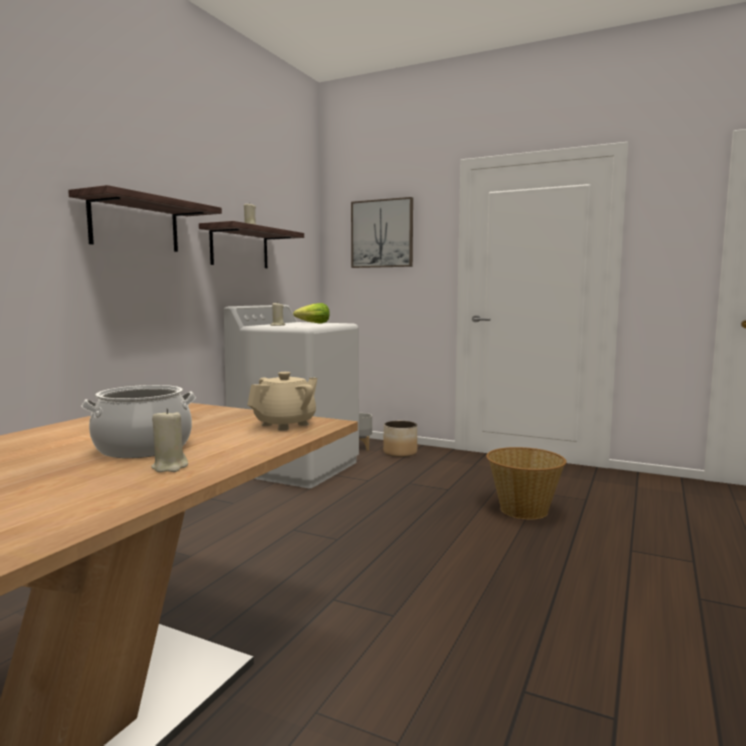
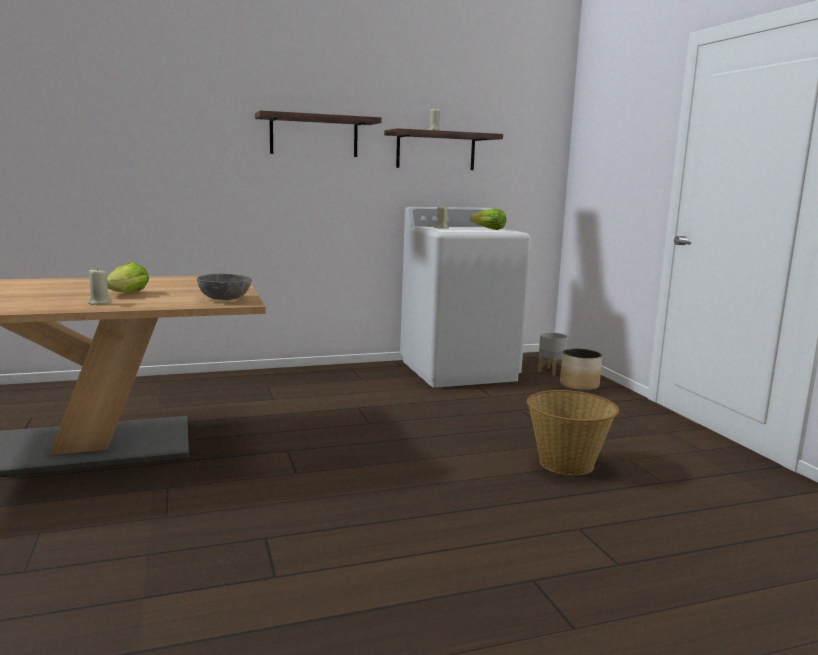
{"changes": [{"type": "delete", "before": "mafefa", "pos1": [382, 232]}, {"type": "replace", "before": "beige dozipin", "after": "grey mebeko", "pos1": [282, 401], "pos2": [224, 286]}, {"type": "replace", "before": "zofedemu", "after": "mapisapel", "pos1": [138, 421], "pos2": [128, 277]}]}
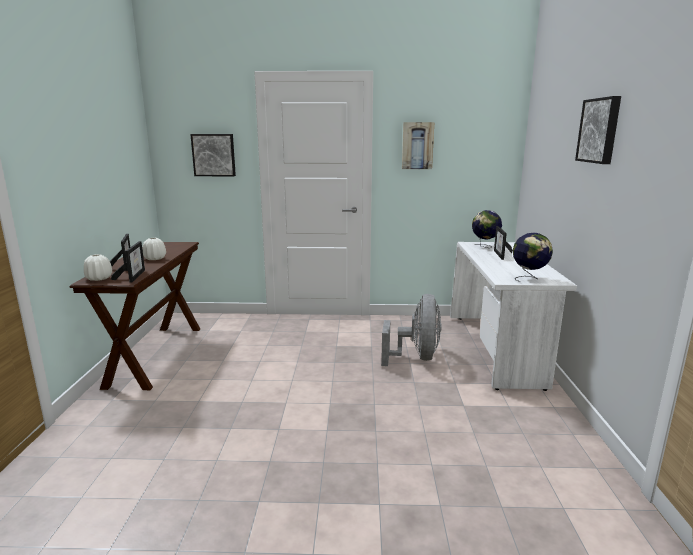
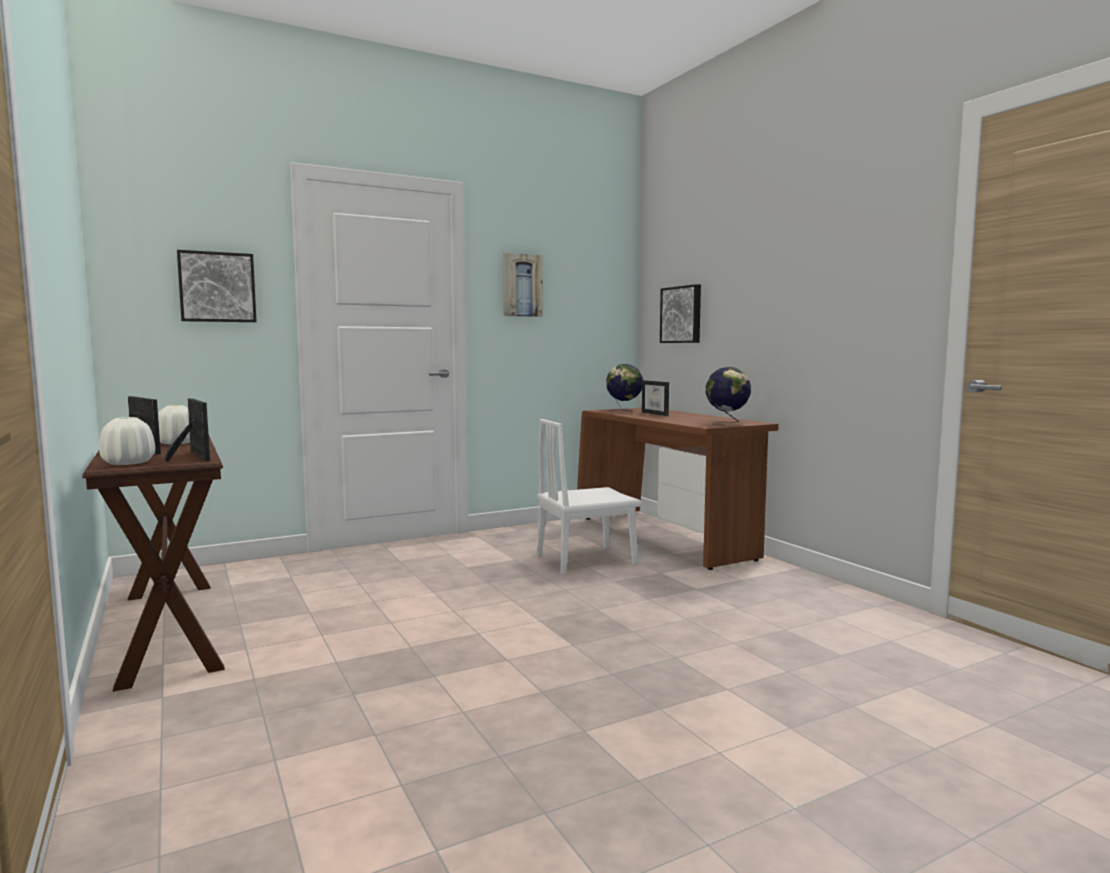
{"changes": [{"type": "move", "before": "mafefa", "pos1": [598, 130], "pos2": [680, 313]}, {"type": "recolor", "before": "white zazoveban", "after": "brown zazoveban", "pos1": [513, 316], "pos2": [678, 489]}, {"type": "replace", "before": "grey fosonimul", "after": "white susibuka", "pos1": [411, 330], "pos2": [589, 496]}]}
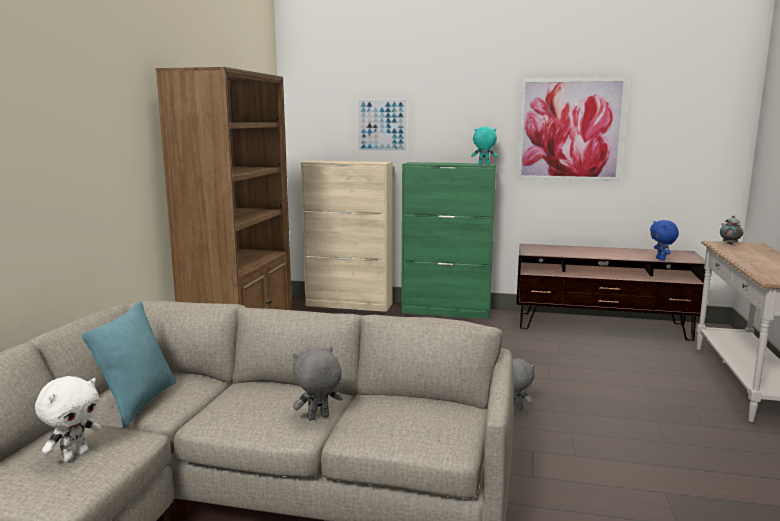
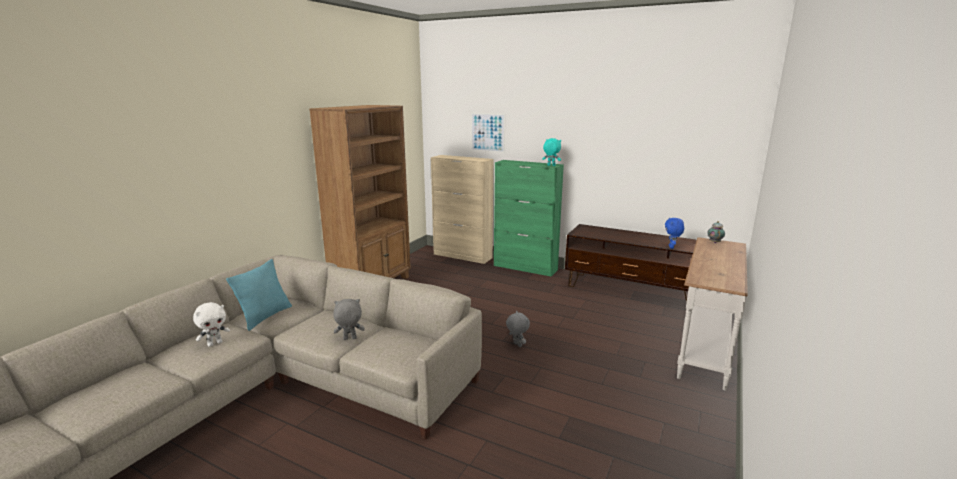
{"changes": [{"type": "delete", "before": "mafefa", "pos1": [572, 129]}]}
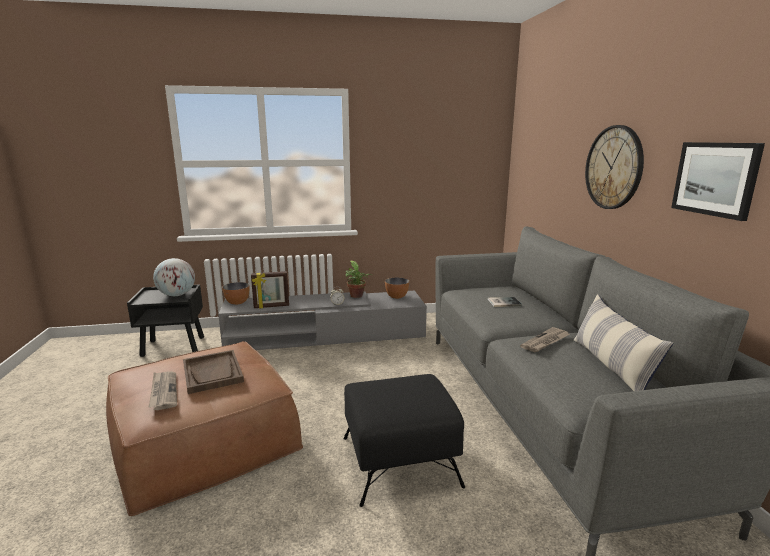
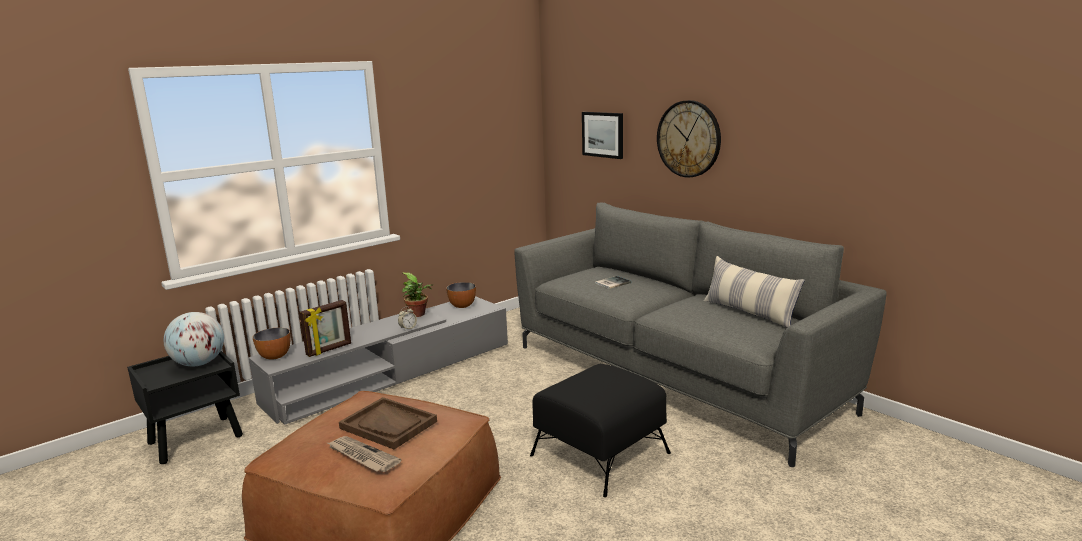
{"changes": [{"type": "move", "before": "mafefa", "pos1": [718, 181], "pos2": [602, 135]}, {"type": "delete", "before": "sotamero", "pos1": [545, 339]}]}
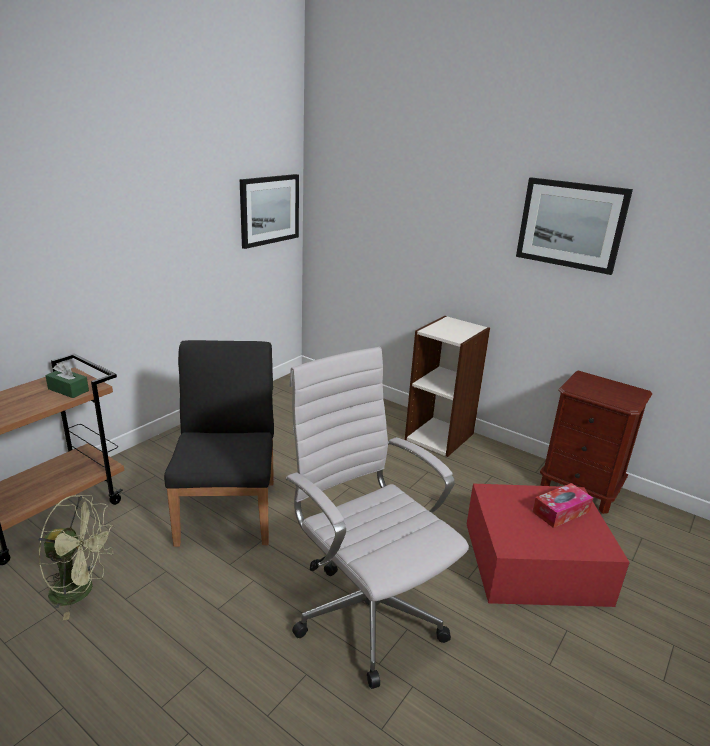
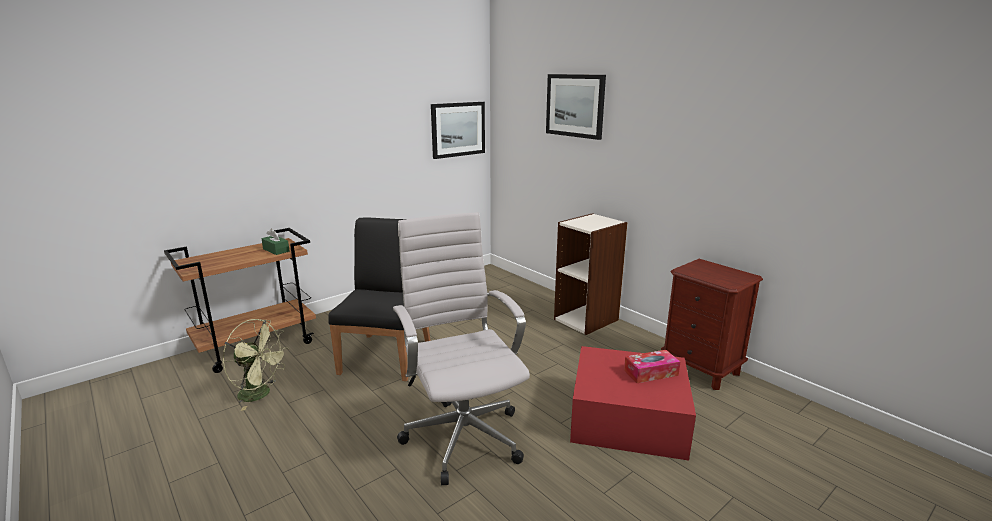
{"changes": [{"type": "move", "before": "mafefa", "pos1": [574, 226], "pos2": [576, 107]}]}
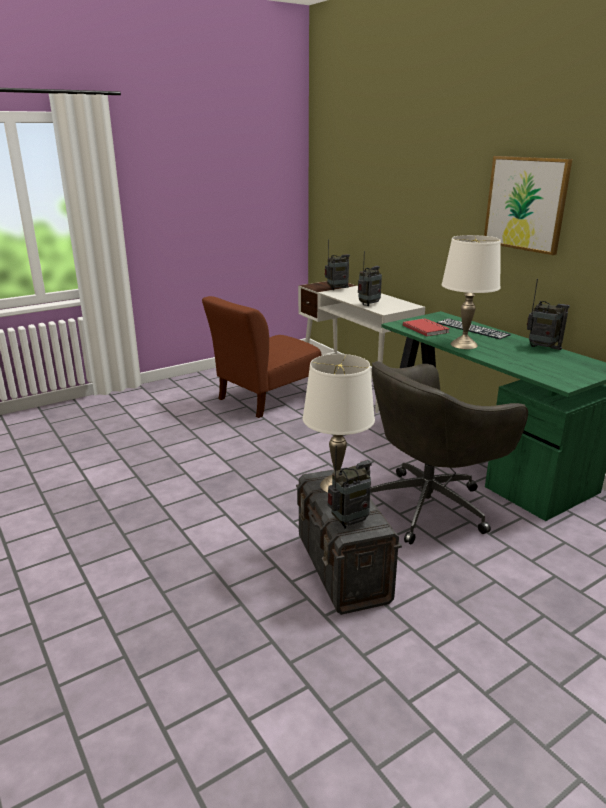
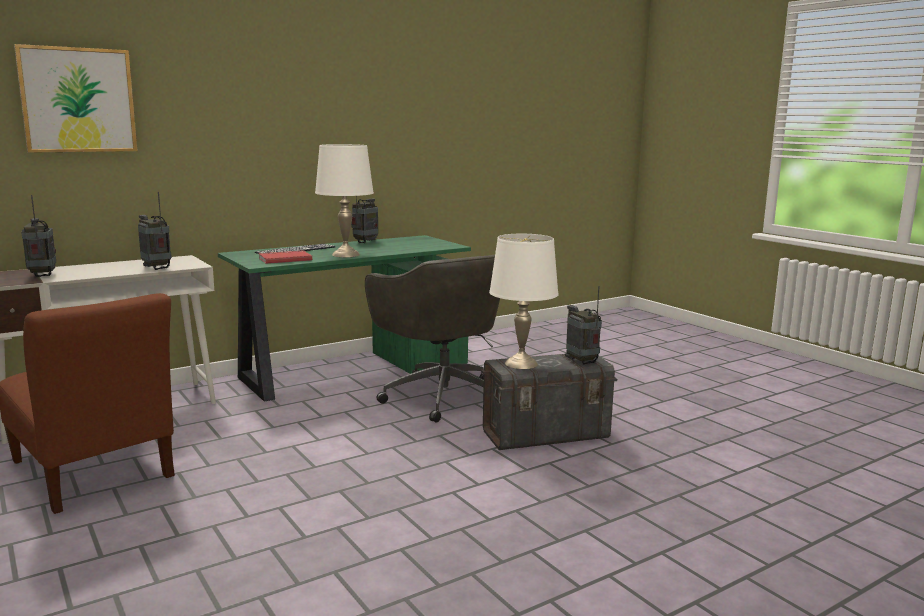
{"changes": [{"type": "move", "before": "mafefa", "pos1": [528, 205], "pos2": [76, 98]}]}
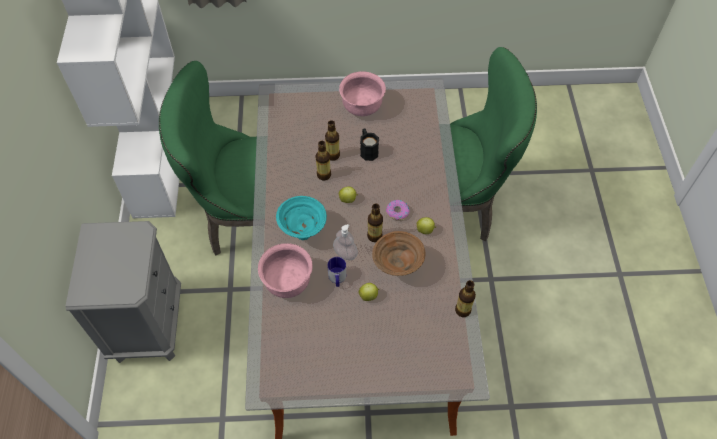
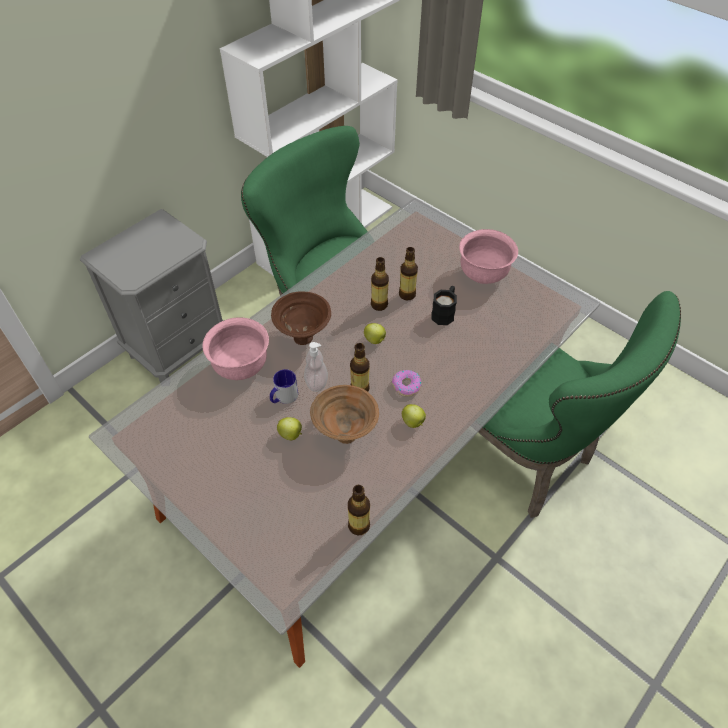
{"changes": [{"type": "recolor", "before": "turquoise mebeko", "after": "brown mebeko", "pos1": [301, 218], "pos2": [301, 318]}]}
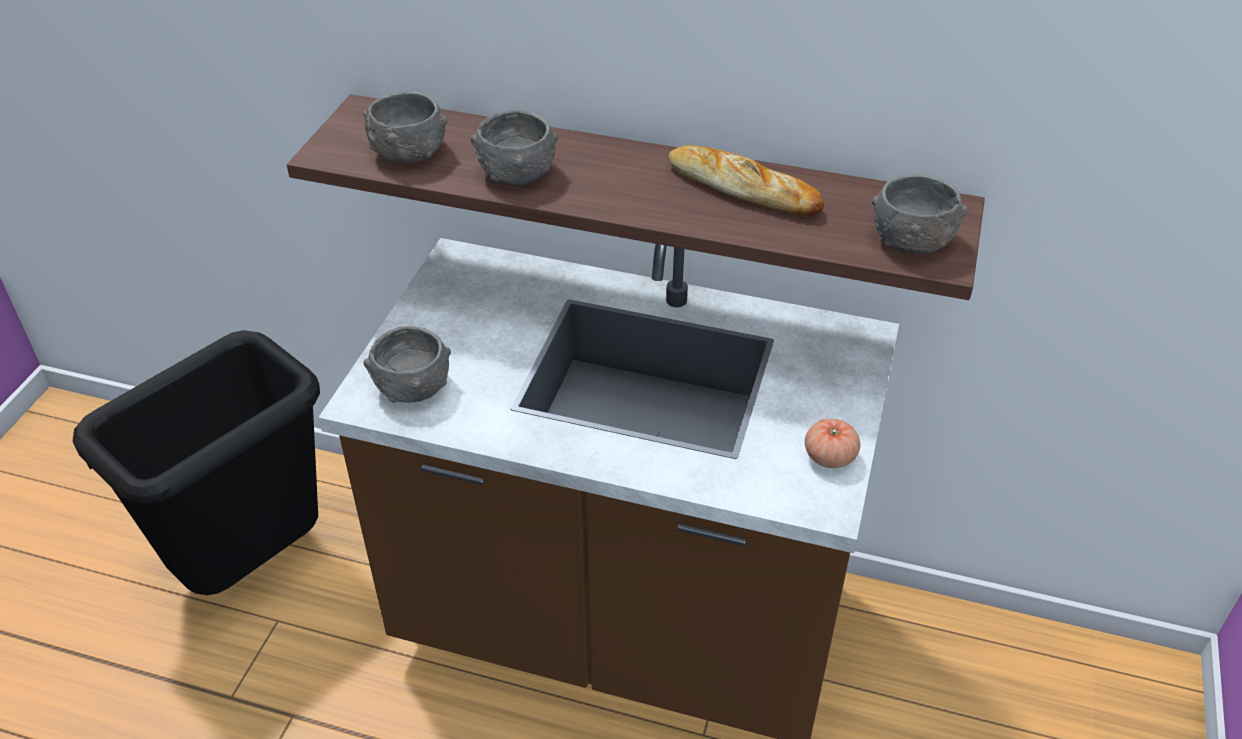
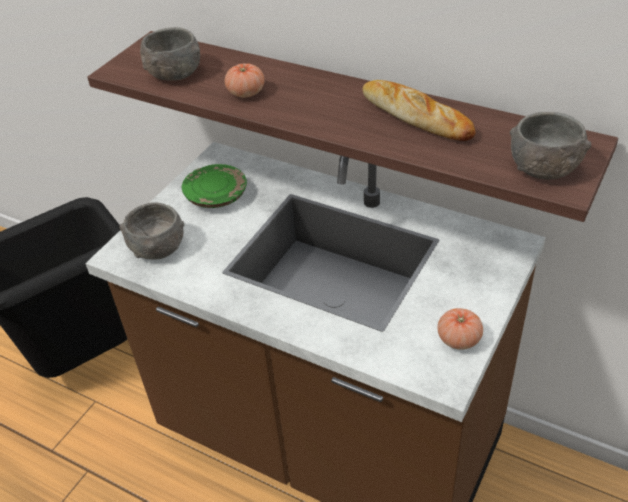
{"changes": [{"type": "replace", "before": "grey mebeko", "after": "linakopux", "pos1": [514, 147], "pos2": [244, 80]}, {"type": "insert", "after": "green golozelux", "pos2": [214, 186]}]}
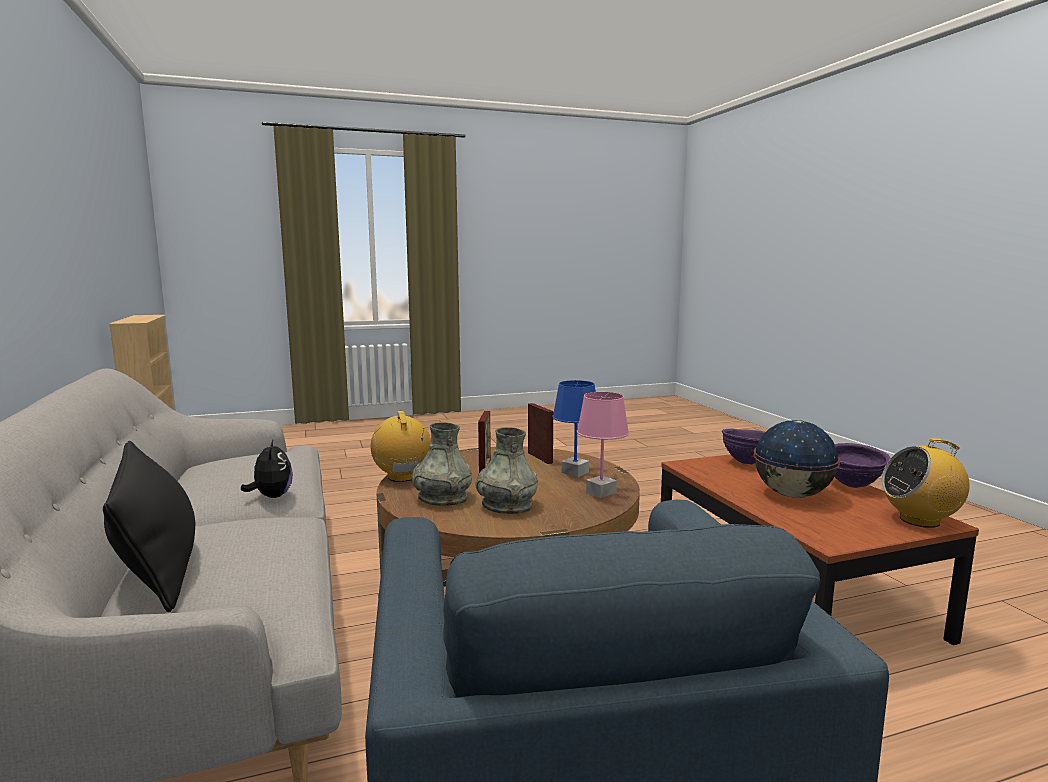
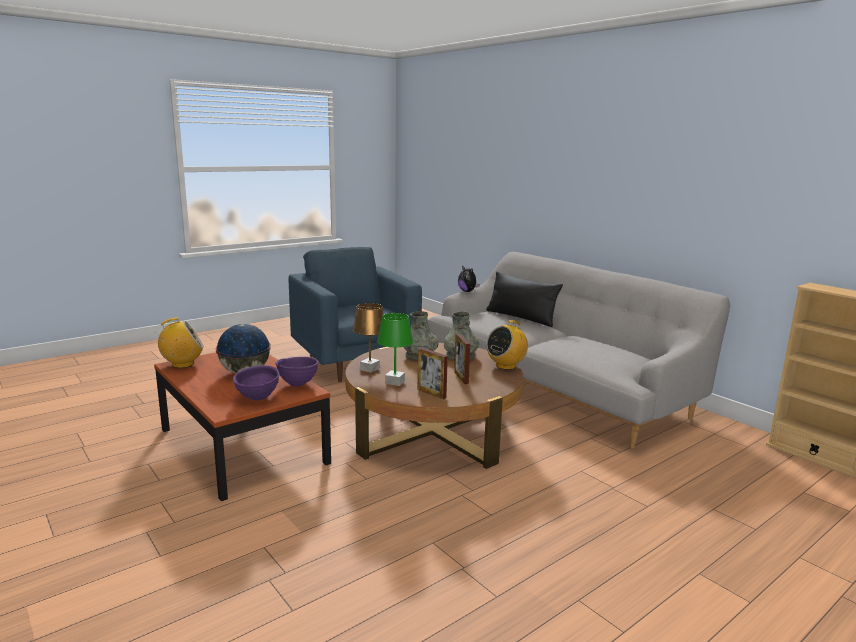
{"changes": [{"type": "recolor", "before": "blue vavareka", "after": "green vavareka", "pos1": [574, 428], "pos2": [395, 349]}, {"type": "recolor", "before": "pink vavareka", "after": "brown vavareka", "pos1": [603, 445], "pos2": [368, 338]}, {"type": "rotate", "before": "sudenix", "pos1": [401, 446], "pos2": [507, 345], "turn": 90}, {"type": "move", "before": "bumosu", "pos1": [267, 469], "pos2": [469, 278]}, {"type": "move", "before": "purple mebeko", "pos1": [862, 465], "pos2": [297, 371]}]}
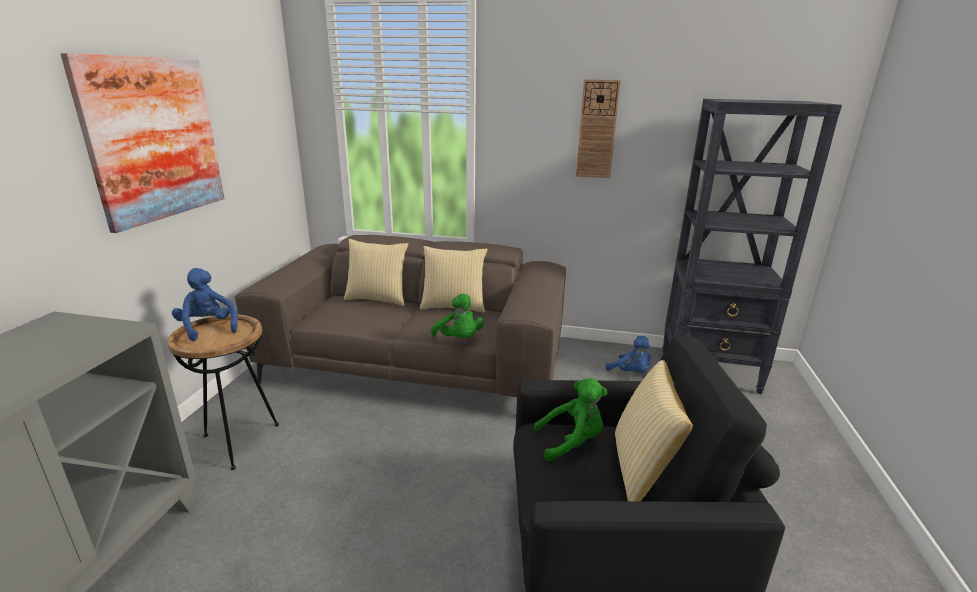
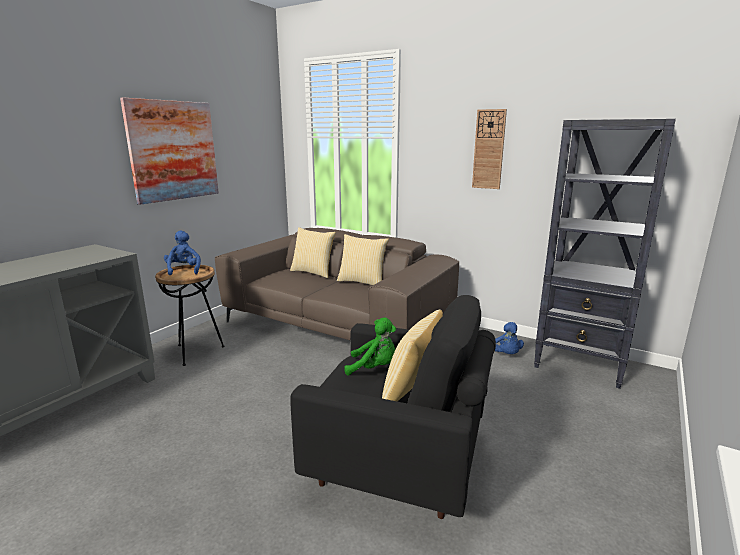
{"changes": [{"type": "delete", "before": "green bumosu", "pos1": [457, 316]}]}
